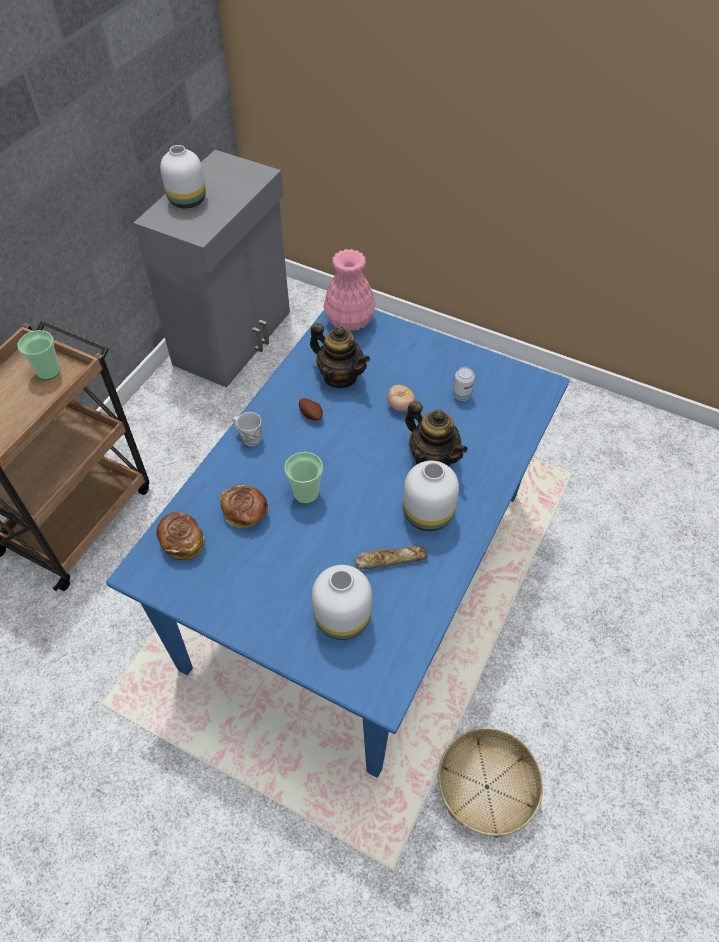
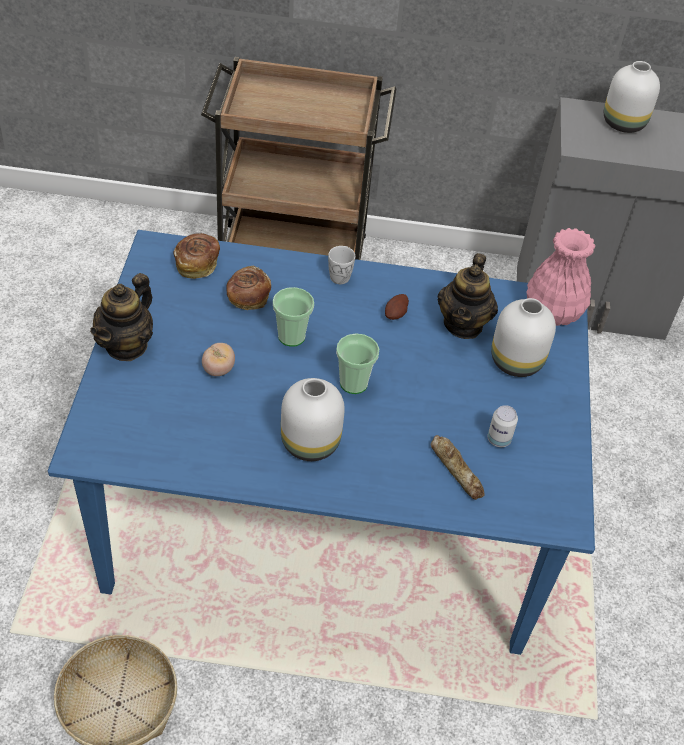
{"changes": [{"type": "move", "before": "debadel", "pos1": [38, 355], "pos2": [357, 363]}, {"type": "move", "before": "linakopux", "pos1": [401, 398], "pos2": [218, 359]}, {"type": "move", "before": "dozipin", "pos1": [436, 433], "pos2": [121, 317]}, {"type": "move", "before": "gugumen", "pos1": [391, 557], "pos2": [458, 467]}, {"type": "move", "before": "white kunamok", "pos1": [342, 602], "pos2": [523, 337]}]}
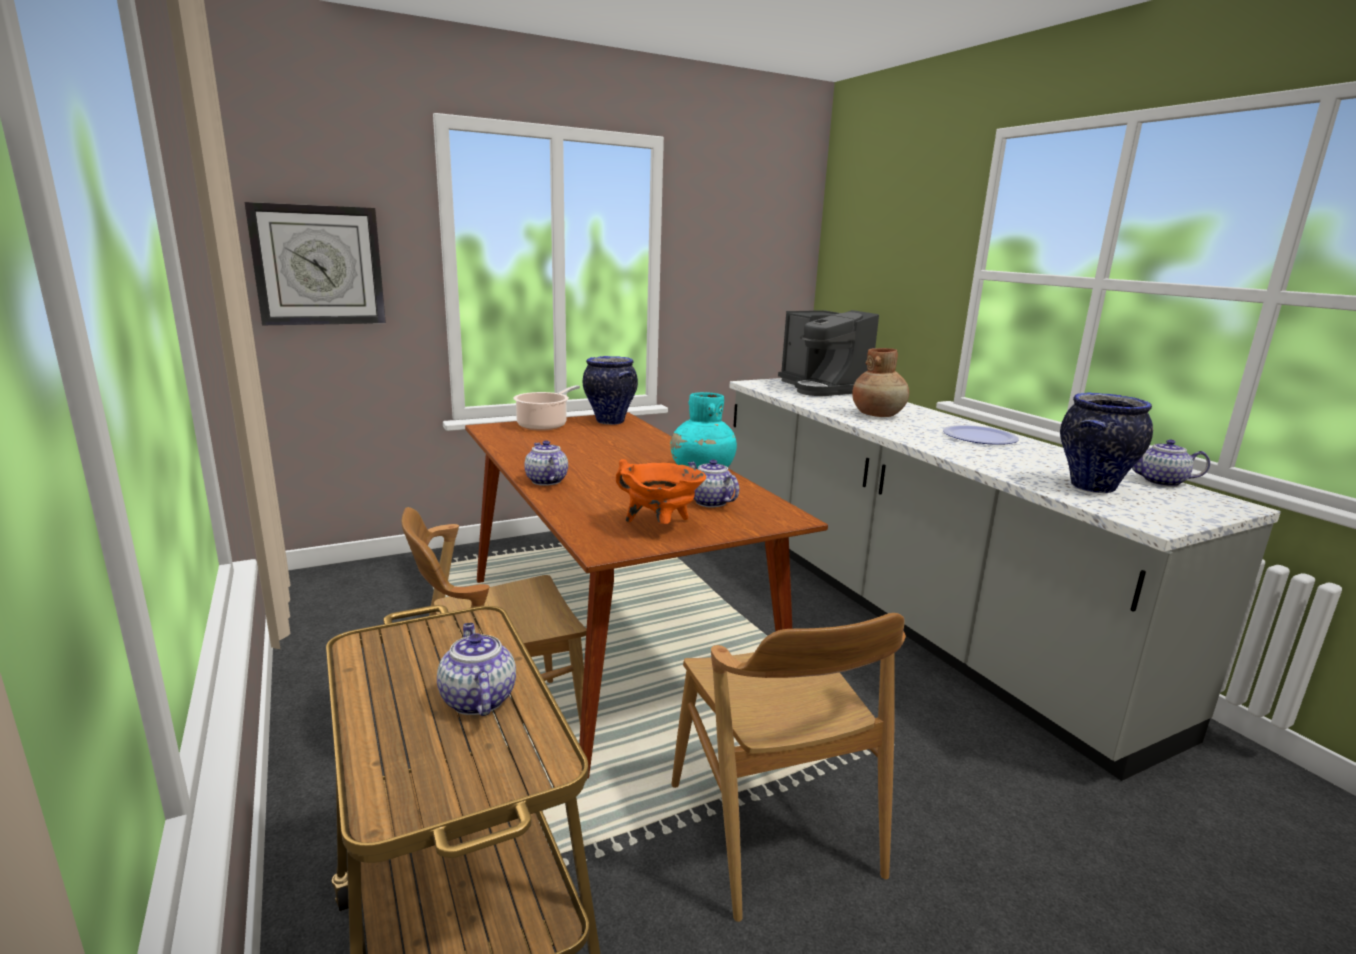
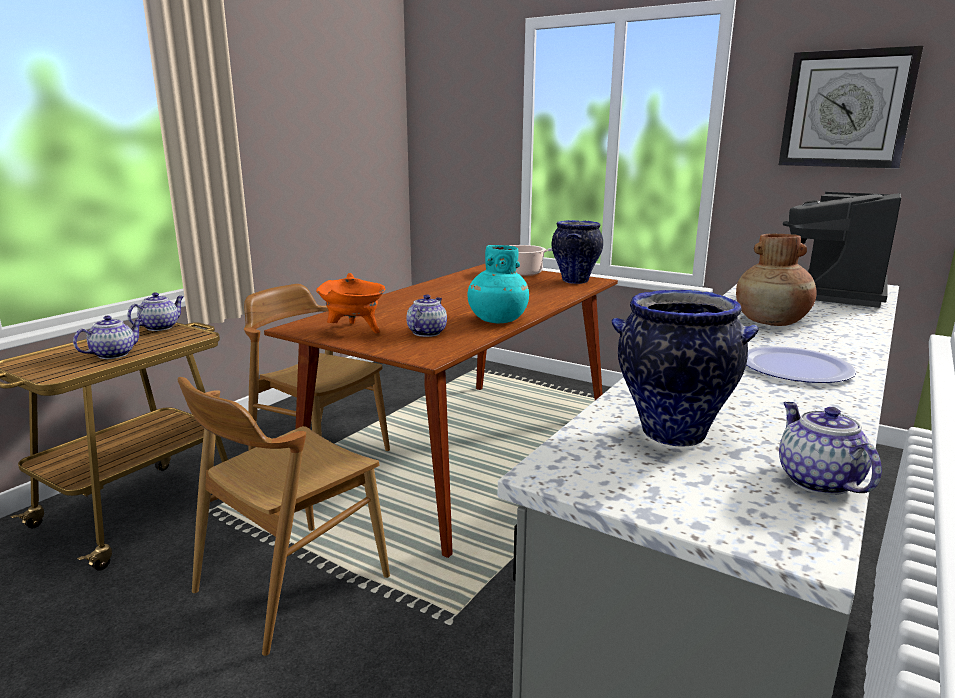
{"changes": [{"type": "move", "before": "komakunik", "pos1": [315, 263], "pos2": [851, 107]}, {"type": "move", "before": "dozipin", "pos1": [546, 462], "pos2": [155, 311]}]}
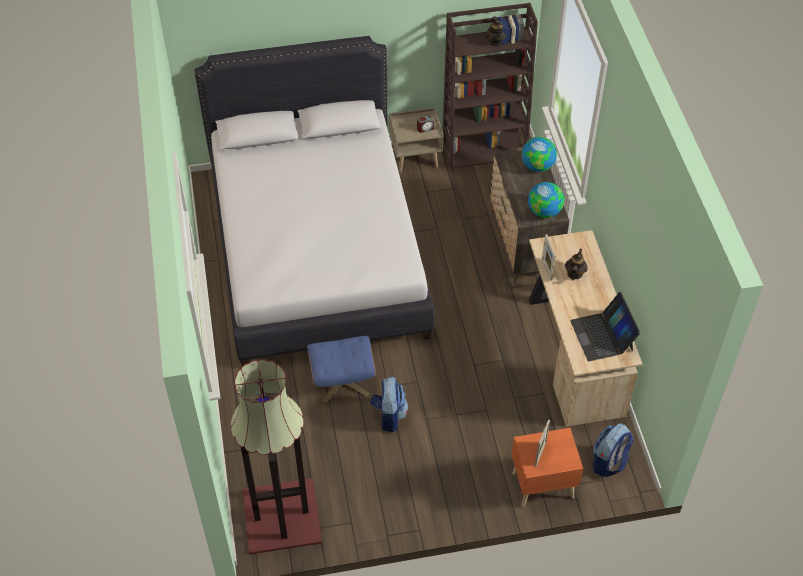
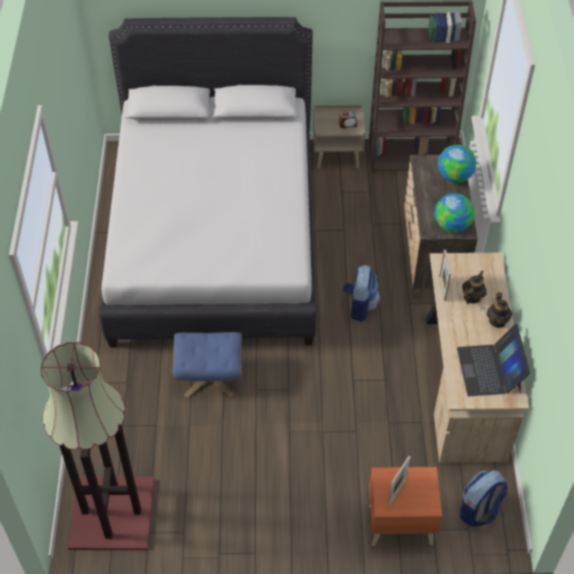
{"changes": [{"type": "move", "before": "dozipin", "pos1": [496, 31], "pos2": [499, 310]}, {"type": "move", "before": "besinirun", "pos1": [389, 404], "pos2": [361, 293]}]}
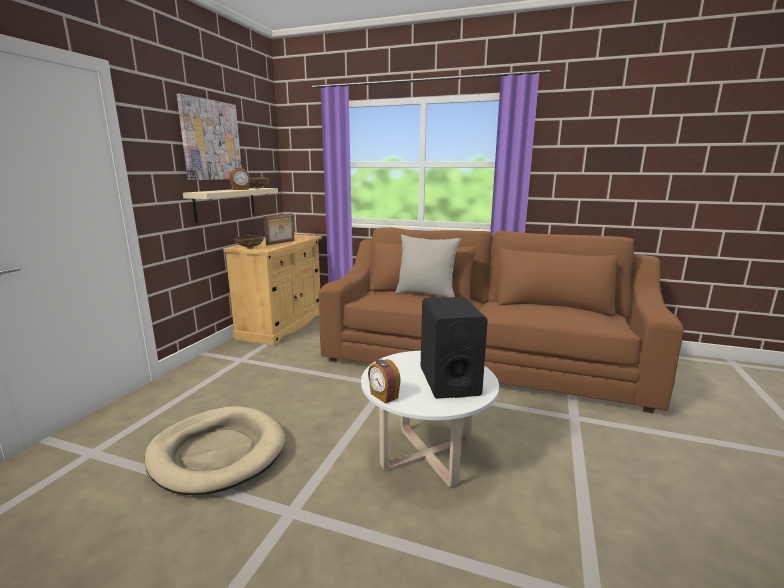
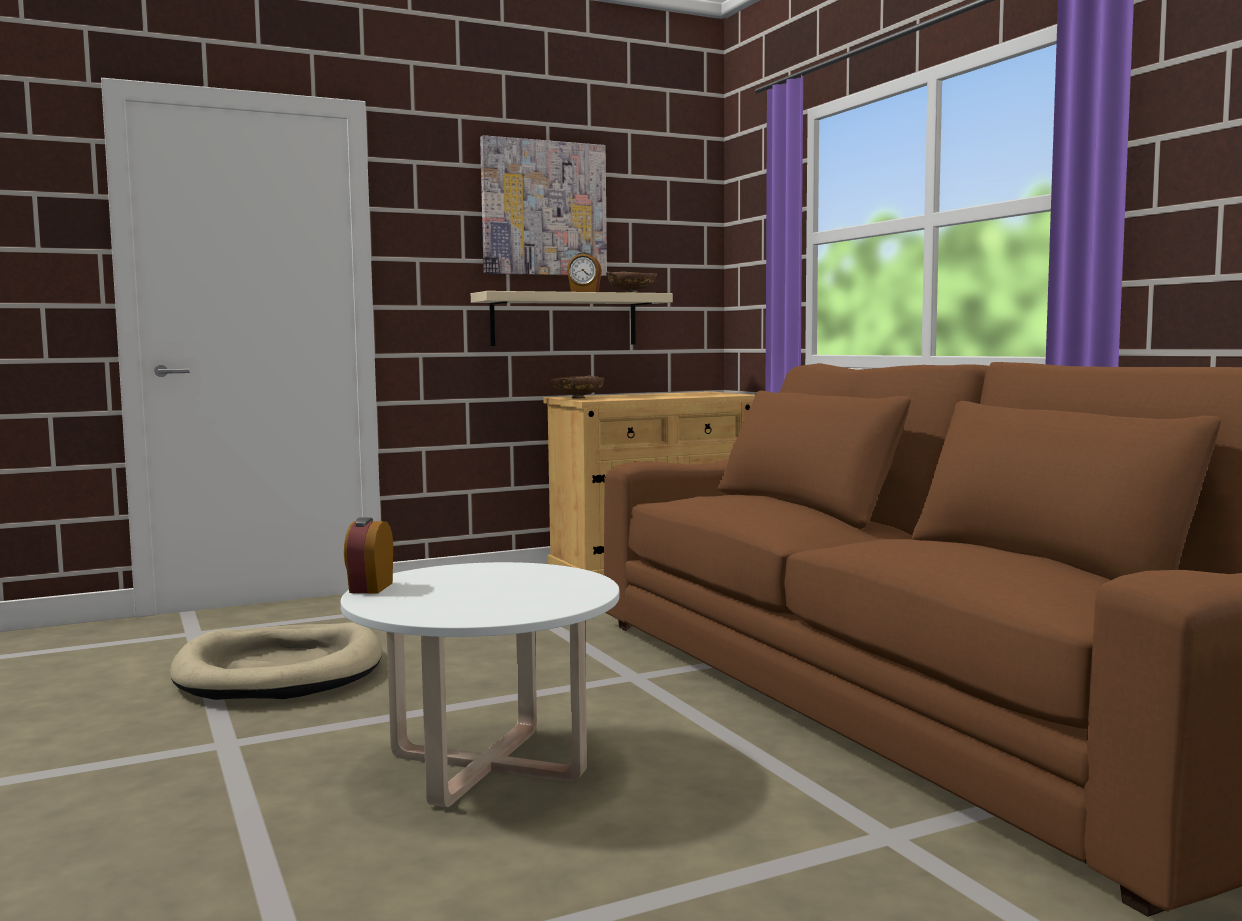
{"changes": [{"type": "delete", "before": "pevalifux", "pos1": [279, 229]}, {"type": "delete", "before": "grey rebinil", "pos1": [428, 266]}, {"type": "delete", "before": "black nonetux", "pos1": [454, 348]}]}
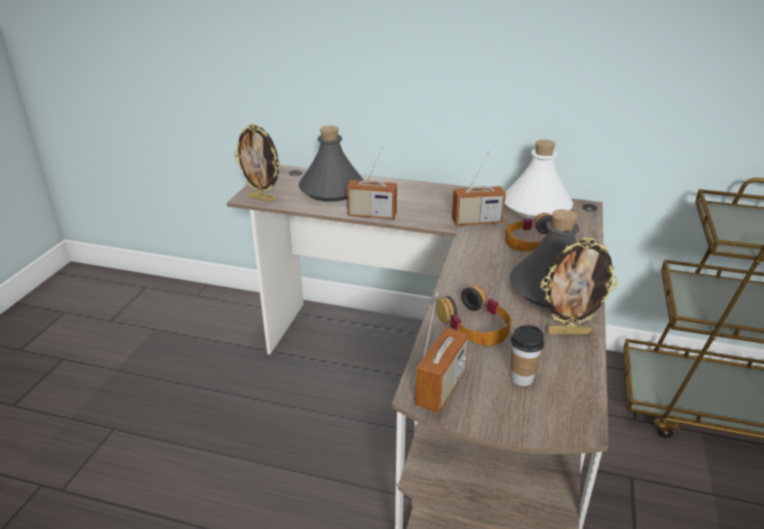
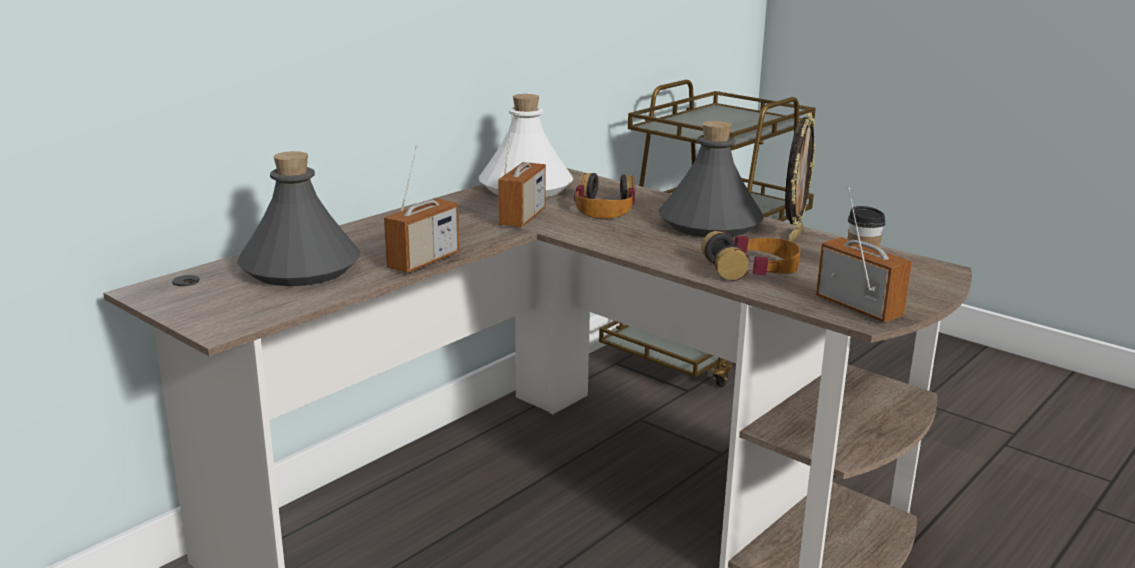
{"changes": [{"type": "delete", "before": "pevalifux", "pos1": [257, 162]}]}
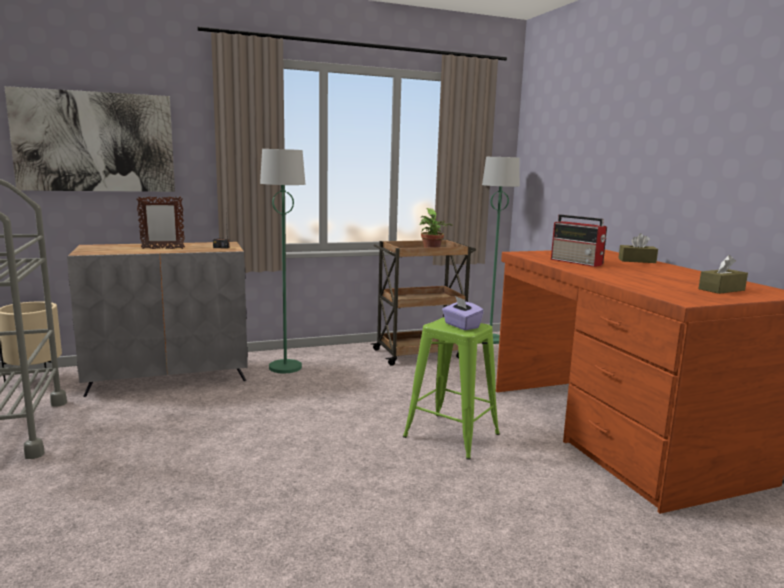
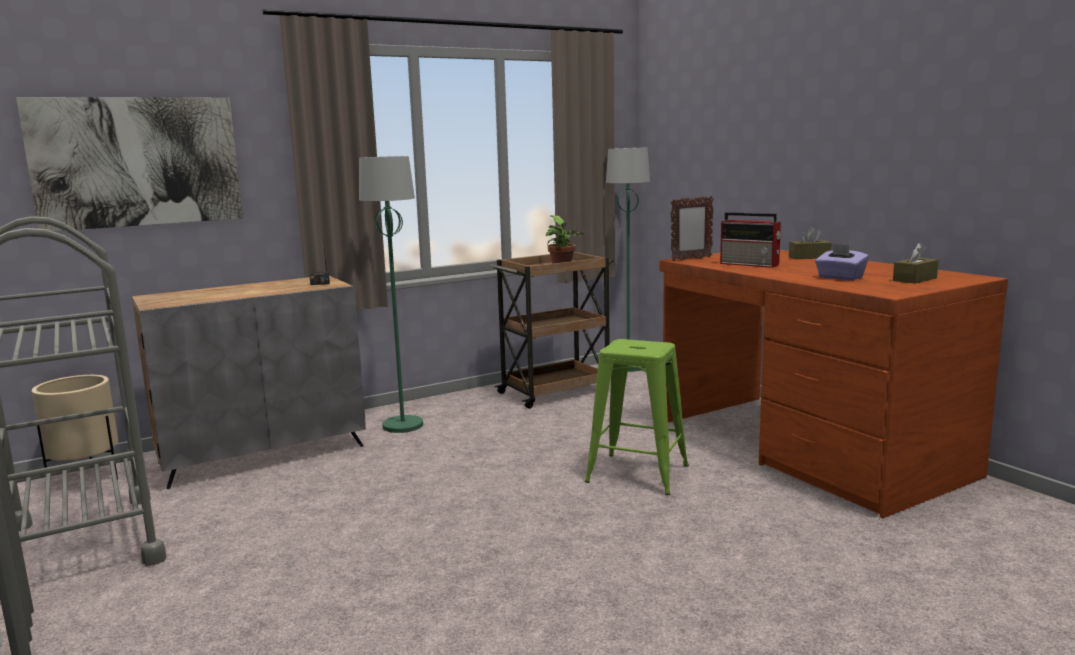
{"changes": [{"type": "move", "before": "pevalifux", "pos1": [160, 223], "pos2": [692, 228]}, {"type": "move", "before": "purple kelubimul", "pos1": [463, 313], "pos2": [842, 261]}]}
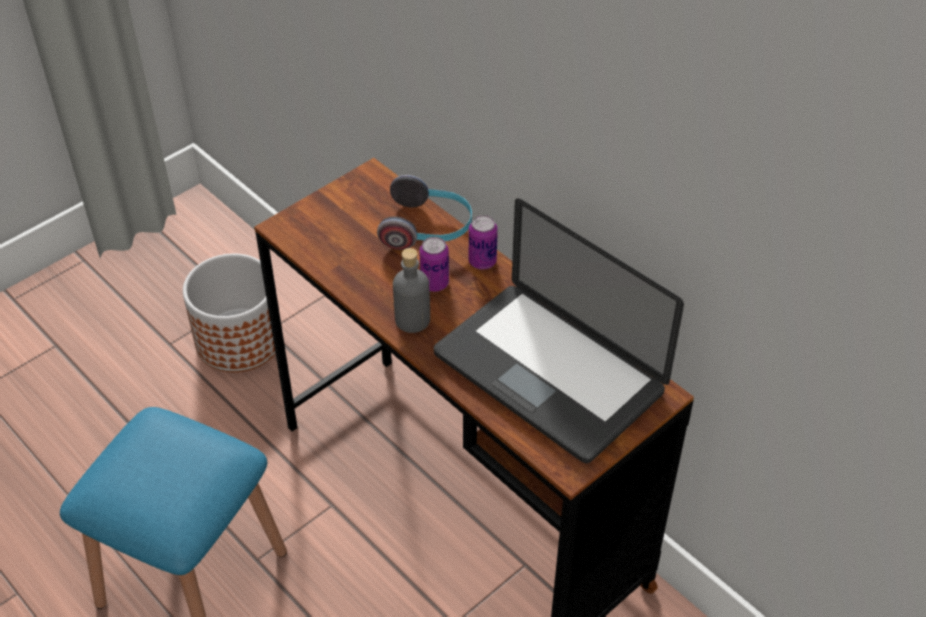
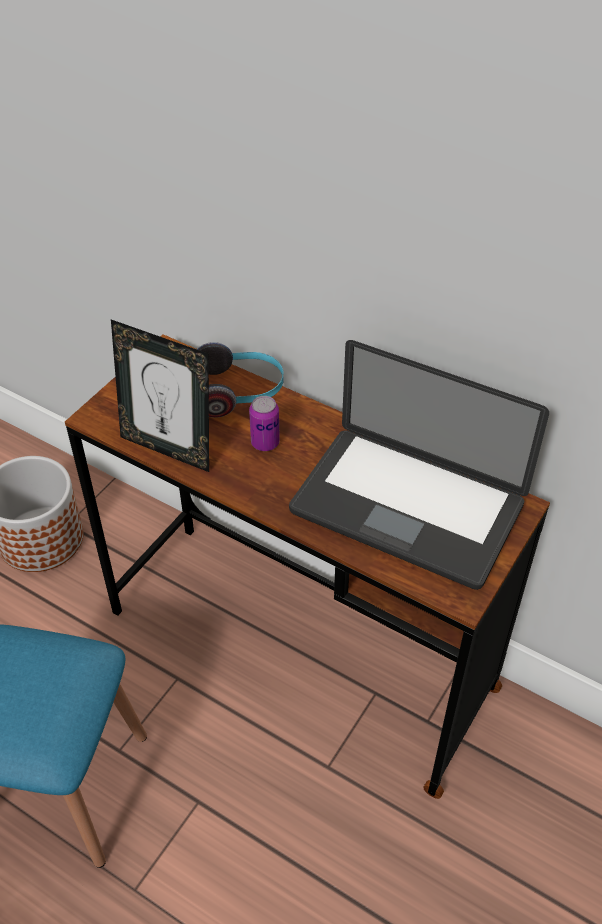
{"changes": [{"type": "delete", "before": "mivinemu", "pos1": [483, 242]}, {"type": "delete", "before": "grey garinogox", "pos1": [411, 290]}, {"type": "insert", "after": "pevalifux", "pos2": [160, 395]}]}
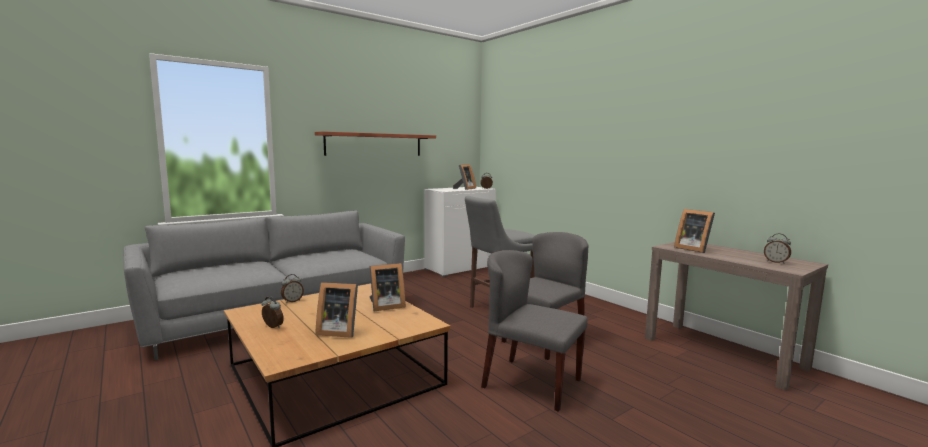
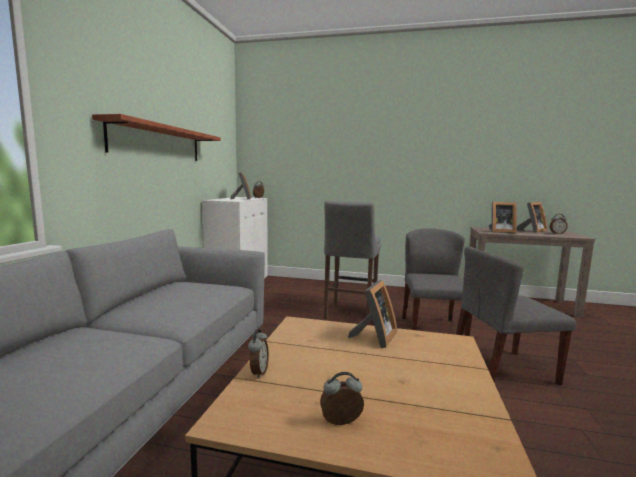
{"changes": [{"type": "move", "before": "pevalifux", "pos1": [337, 310], "pos2": [532, 217]}]}
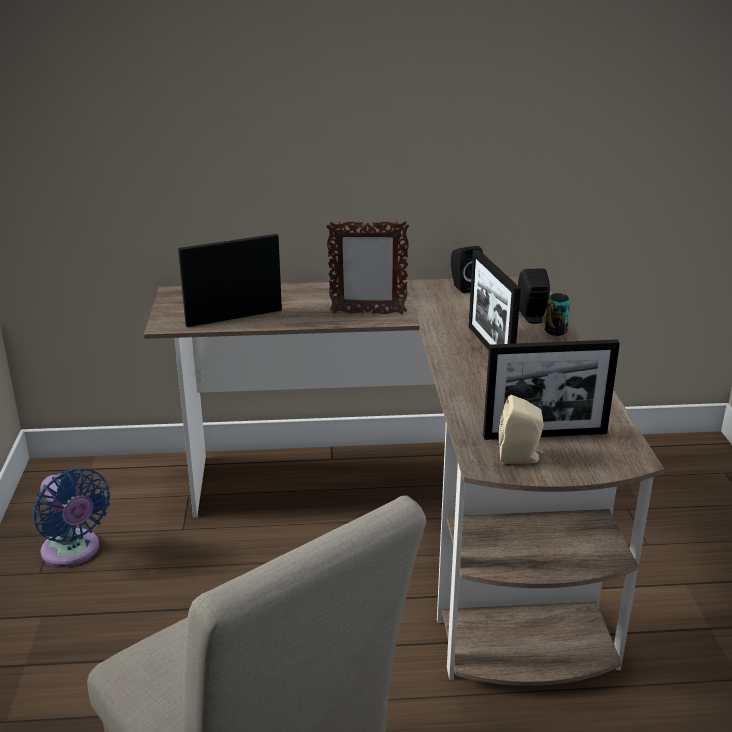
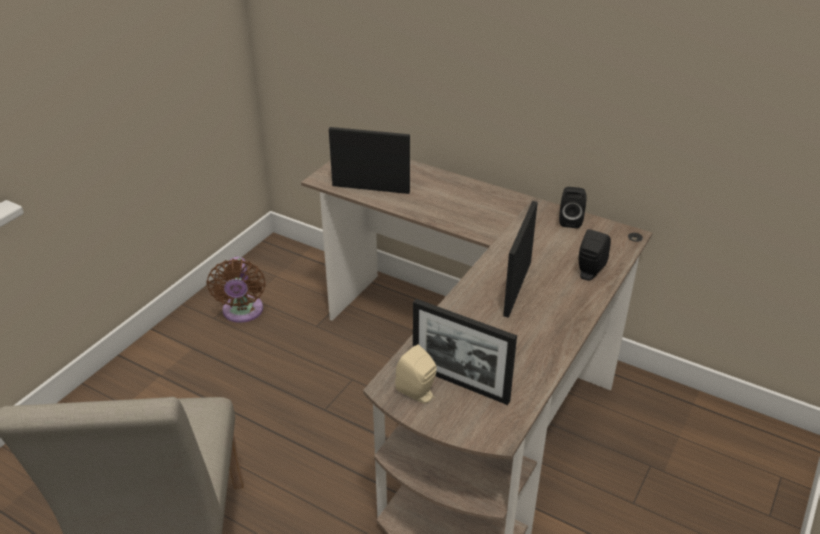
{"changes": [{"type": "delete", "before": "pevalifux", "pos1": [367, 267]}, {"type": "delete", "before": "mivinemu", "pos1": [557, 314]}, {"type": "recolor", "before": "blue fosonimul", "after": "brown fosonimul", "pos1": [71, 517], "pos2": [236, 290]}]}
